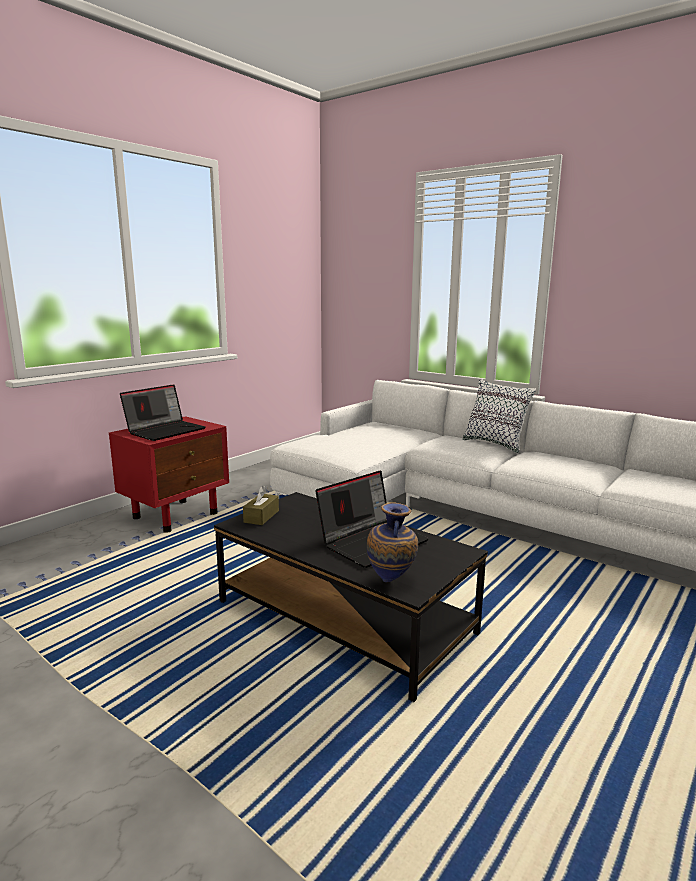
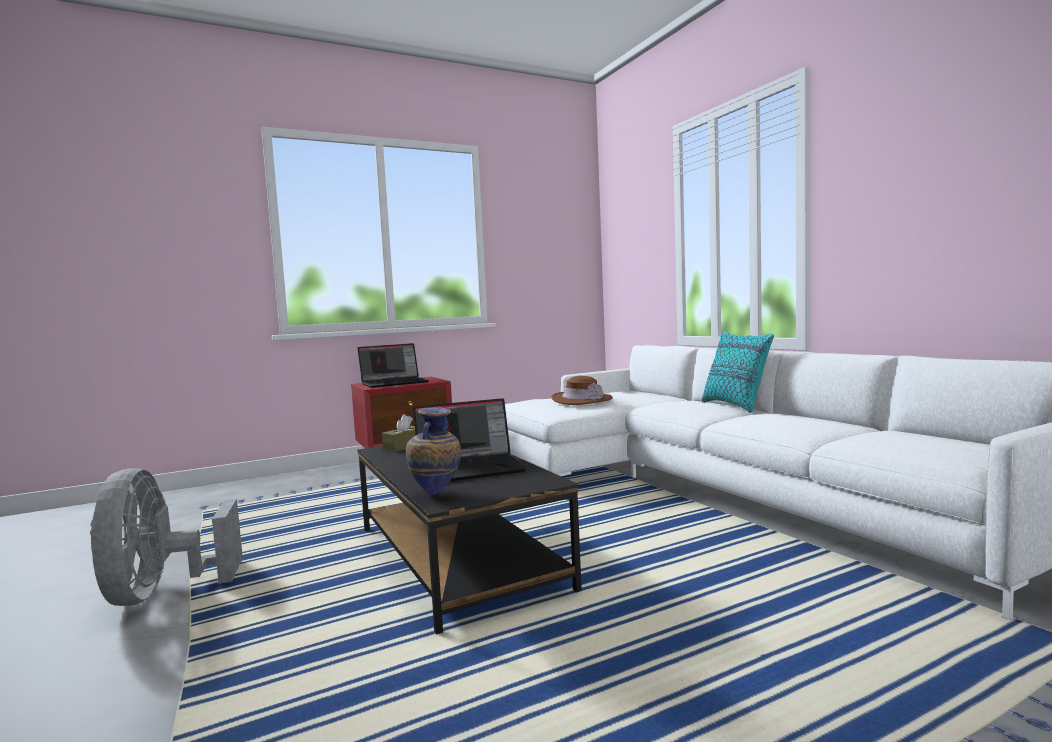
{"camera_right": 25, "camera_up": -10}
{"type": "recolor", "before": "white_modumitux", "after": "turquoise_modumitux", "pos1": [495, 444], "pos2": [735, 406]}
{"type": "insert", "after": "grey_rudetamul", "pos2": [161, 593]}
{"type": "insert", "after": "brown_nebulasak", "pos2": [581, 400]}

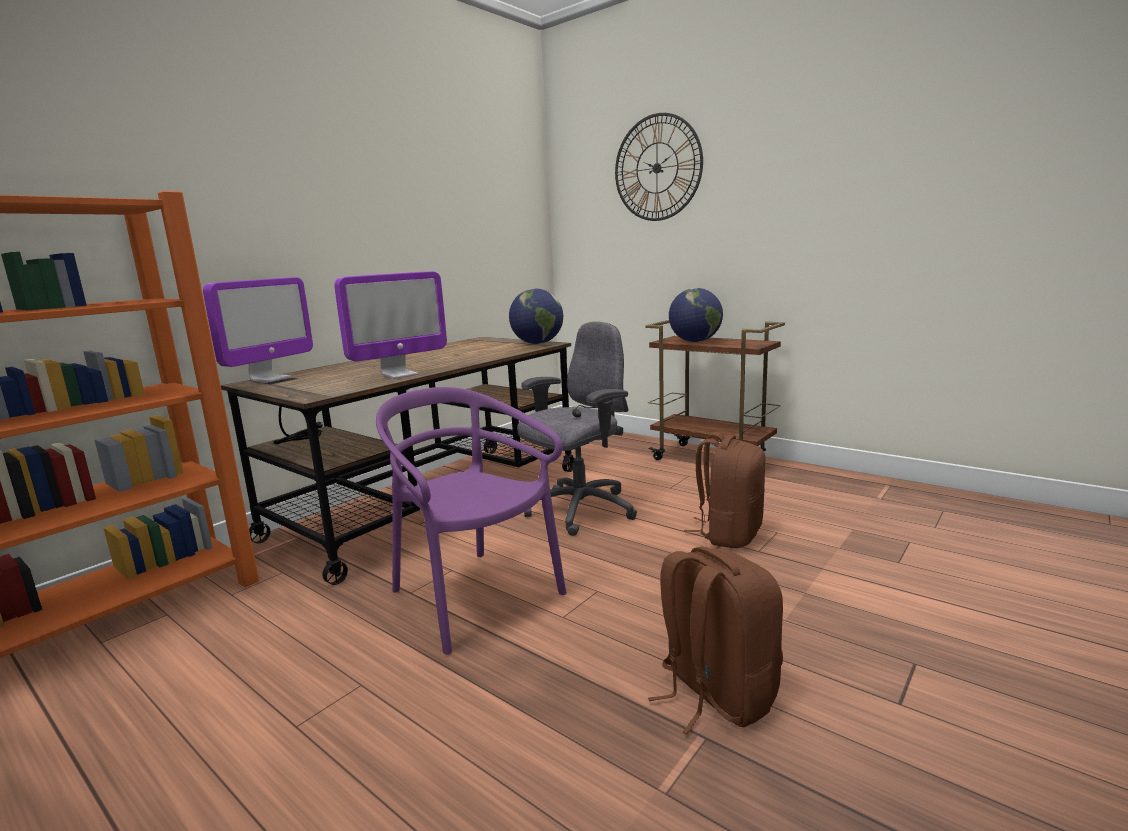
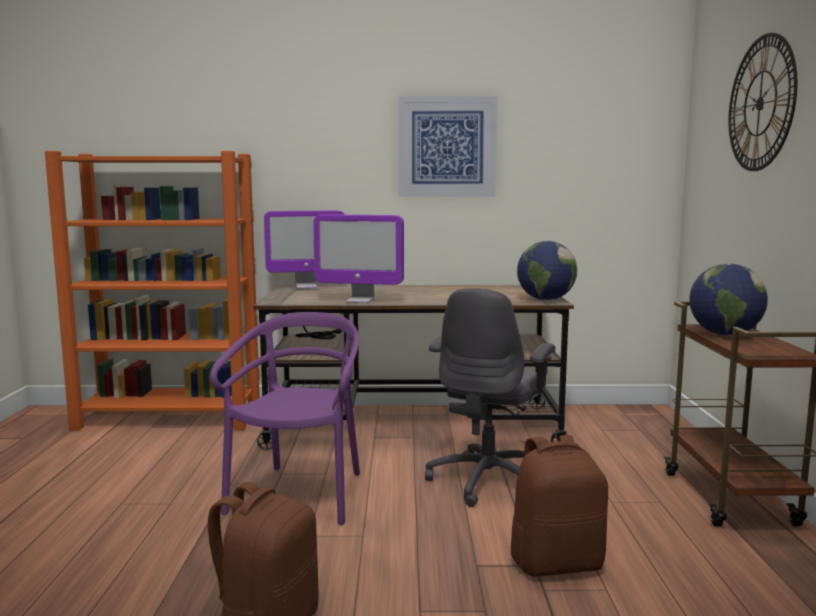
{"camera_right": 50, "camera_up": -5}
{"type": "rotate", "before": "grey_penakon", "pos1": [579, 511], "pos2": [488, 480], "turn": 105}
{"type": "insert", "after": "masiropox", "pos2": [447, 147]}

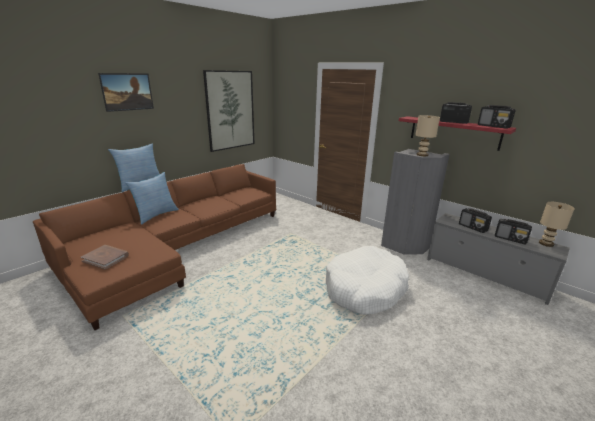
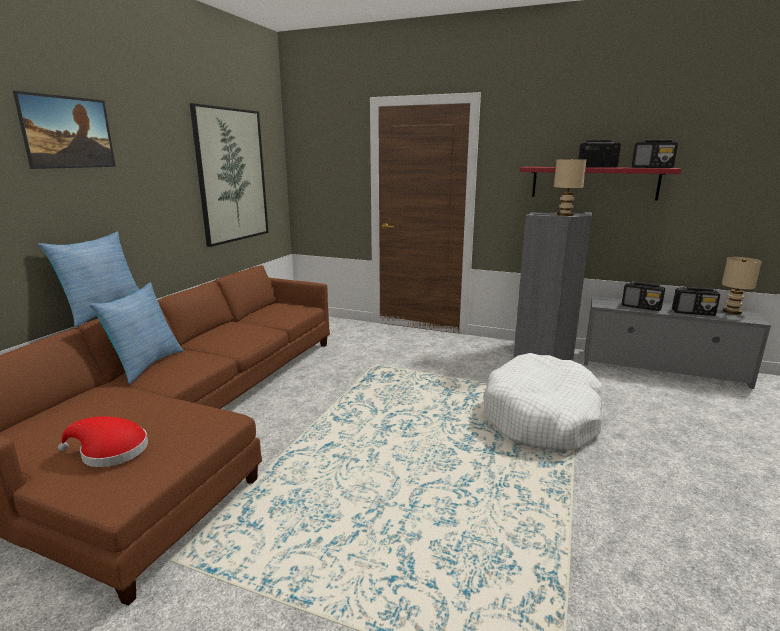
{"camera_right": -20, "camera_up": -5}
{"type": "replace", "before": "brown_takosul", "after": "red_nebulasak", "pos1": [106, 258], "pos2": [110, 451]}

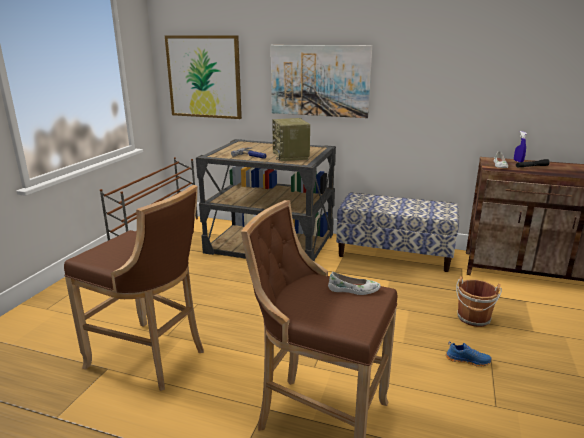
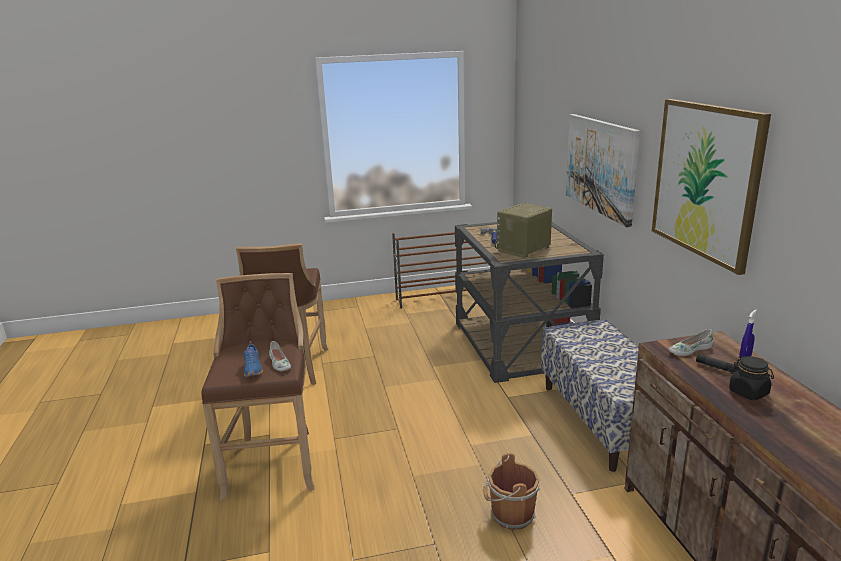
{"camera_right": 60, "camera_up": 0}
{"type": "move", "before": "masiropox", "pos1": [204, 77], "pos2": [705, 180]}
{"type": "move", "before": "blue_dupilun", "pos1": [467, 360], "pos2": [253, 369]}
{"type": "insert", "after": "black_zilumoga", "pos2": [749, 392]}

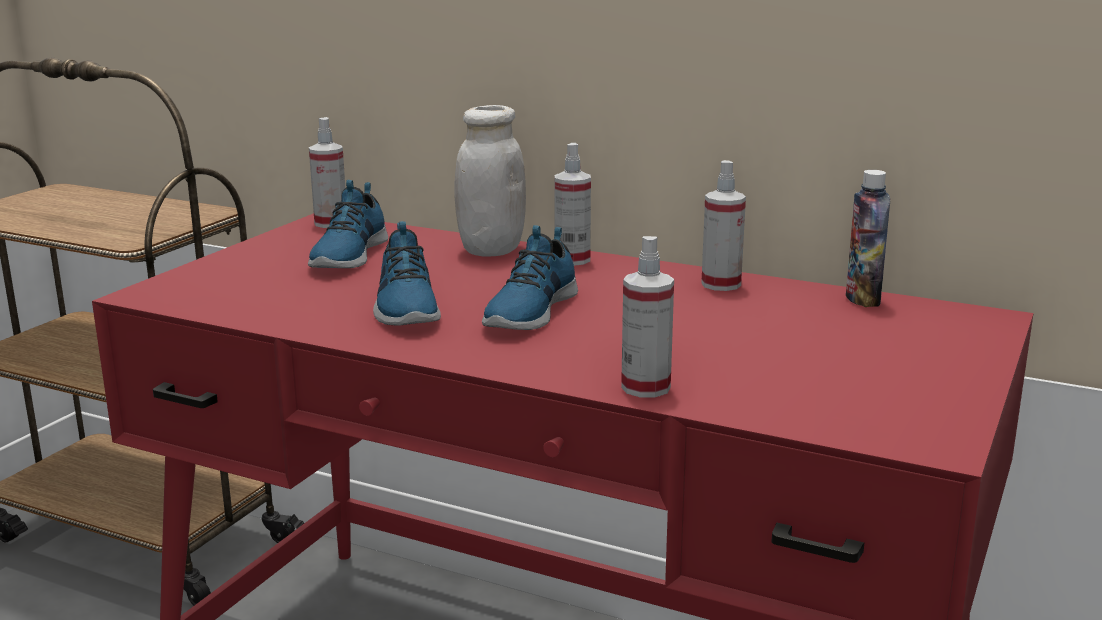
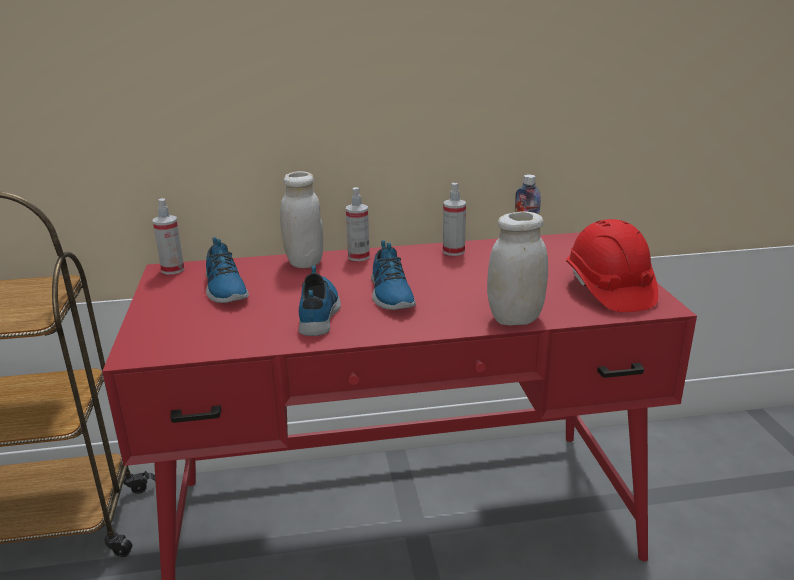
{"camera_right": -35, "camera_up": 5}
{"type": "rotate", "before": "dupilun", "pos1": [404, 307], "pos2": [319, 312], "turn": -135}
{"type": "replace", "before": "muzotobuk", "after": "white_zilumoga", "pos1": [646, 387], "pos2": [515, 318]}
{"type": "insert", "after": "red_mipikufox", "pos2": [608, 290]}

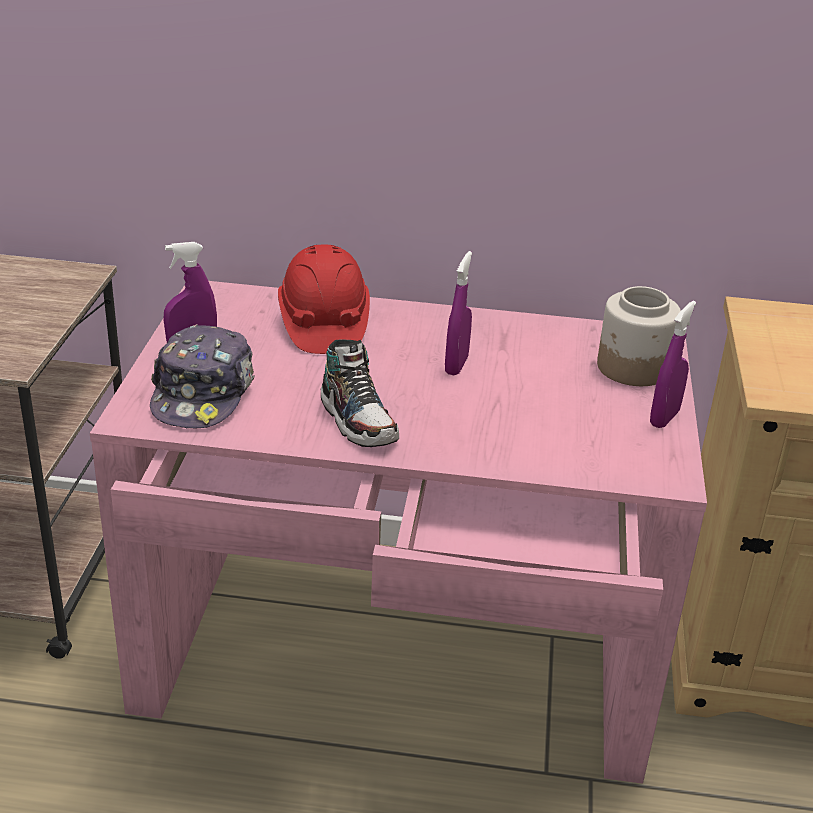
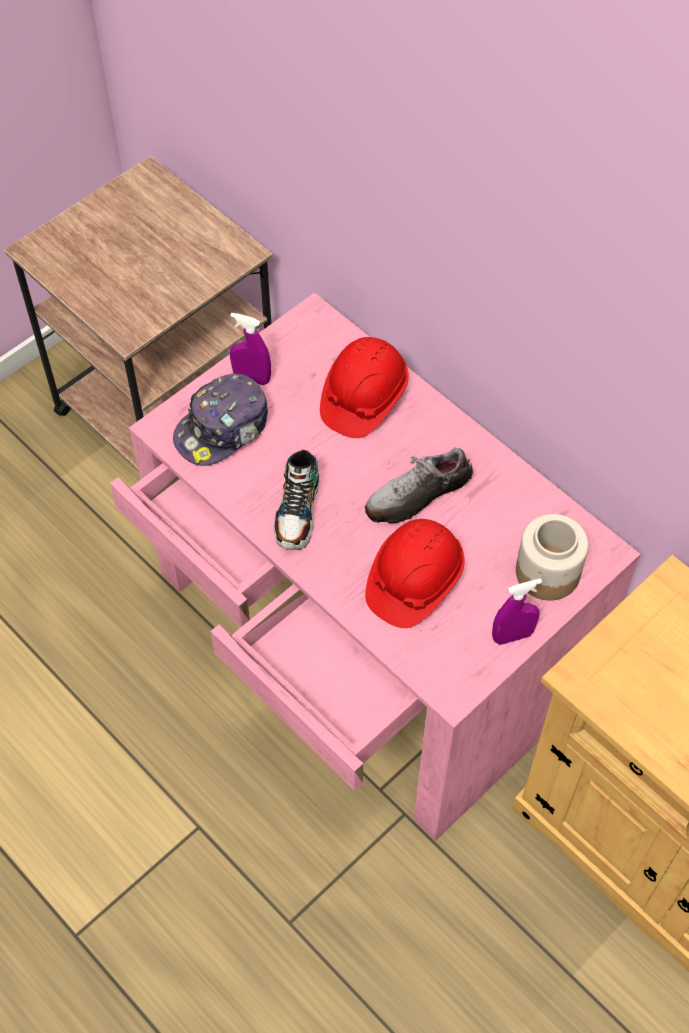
{"camera_right": 40, "camera_up": 25}
{"type": "replace", "before": "purple_muzotobuk", "after": "dupilun", "pos1": [456, 365], "pos2": [417, 495]}
{"type": "insert", "after": "red_mipikufox", "pos2": [413, 581]}

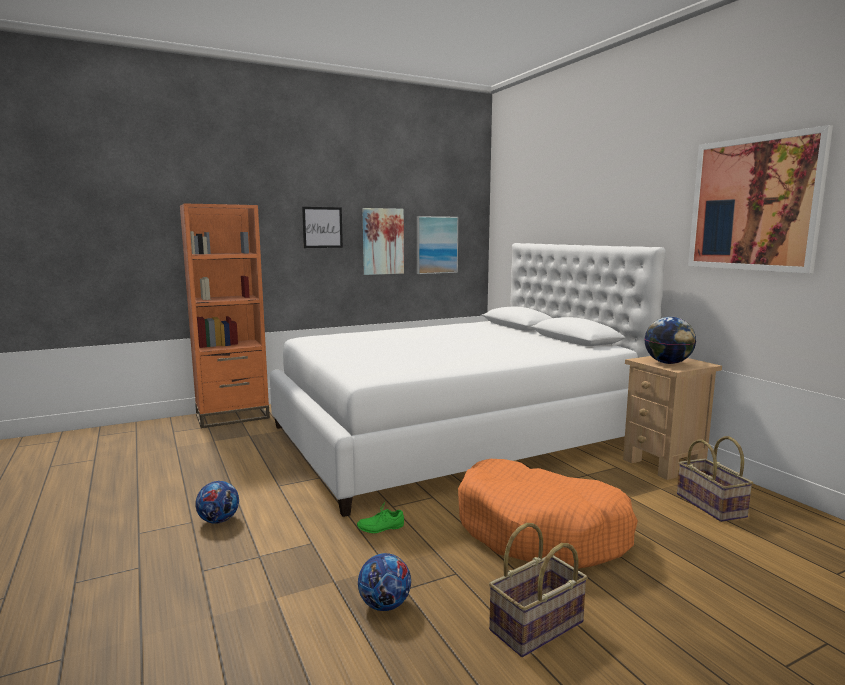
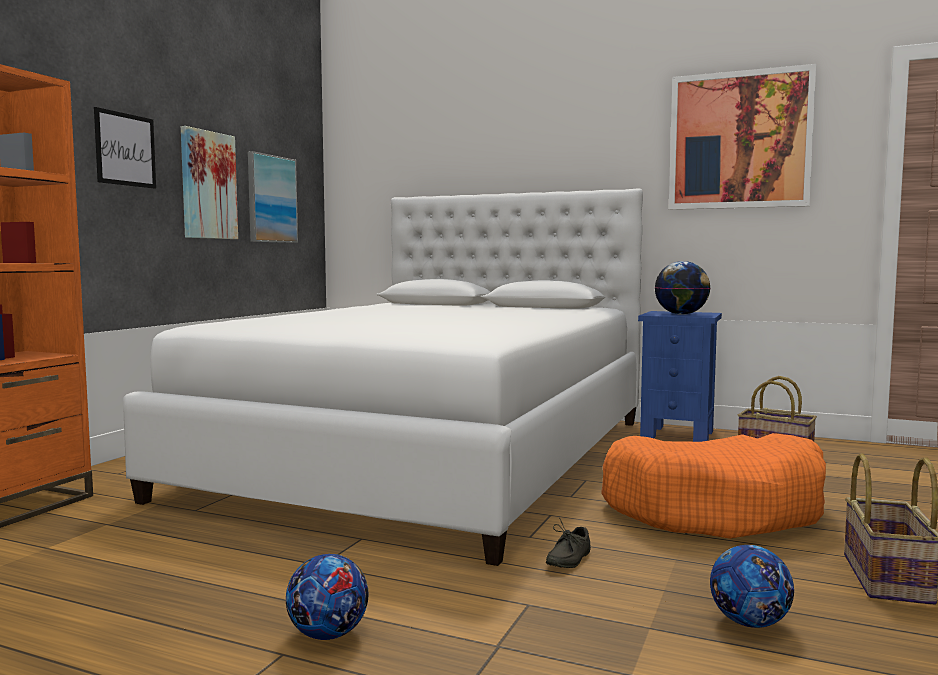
{"camera_right": -40, "camera_up": -5}
{"type": "recolor", "before": "green_dupilun", "after": "grey_dupilun", "pos1": [380, 527], "pos2": [566, 559]}
{"type": "recolor", "before": "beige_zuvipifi", "after": "blue_zuvipifi", "pos1": [663, 464], "pos2": [678, 435]}

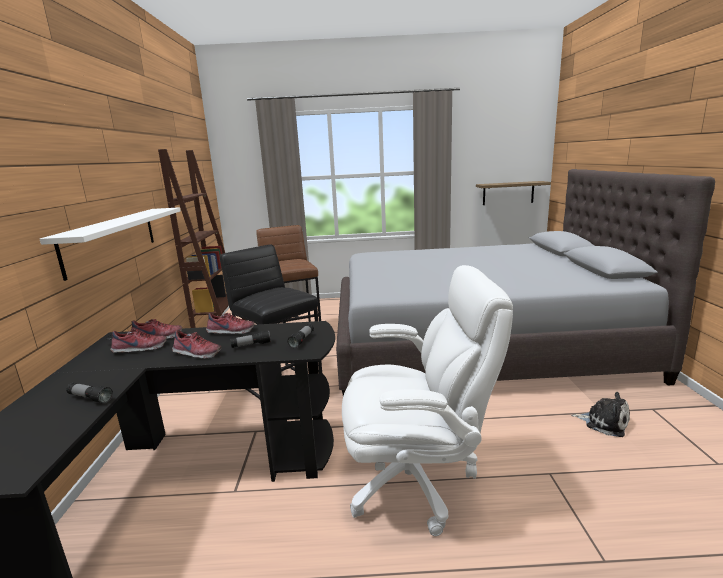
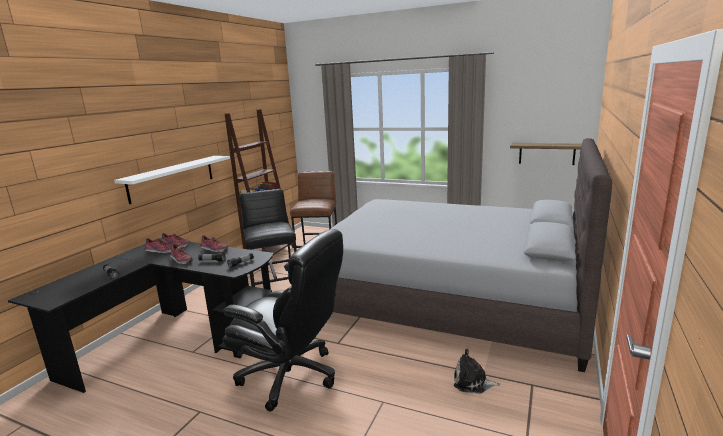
{"camera_right": 25, "camera_up": 0}
{"type": "recolor", "before": "white_penakon", "after": "black_penakon", "pos1": [417, 481], "pos2": [292, 378]}
{"type": "rotate", "before": "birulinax", "pos1": [604, 422], "pos2": [472, 382], "turn": 135}

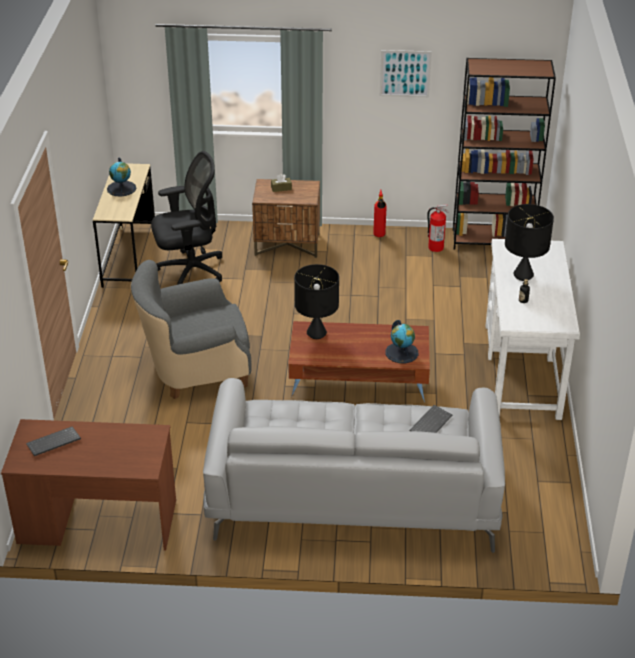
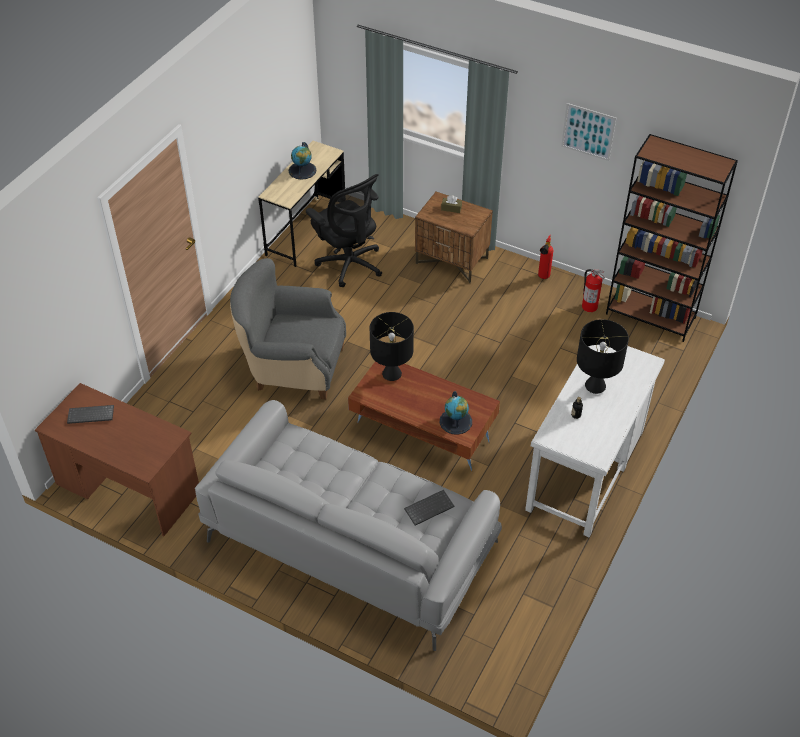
{"camera_right": 25, "camera_up": 10}
{"type": "rotate", "before": "black_penakon", "pos1": [188, 272], "pos2": [347, 262], "turn": 45}

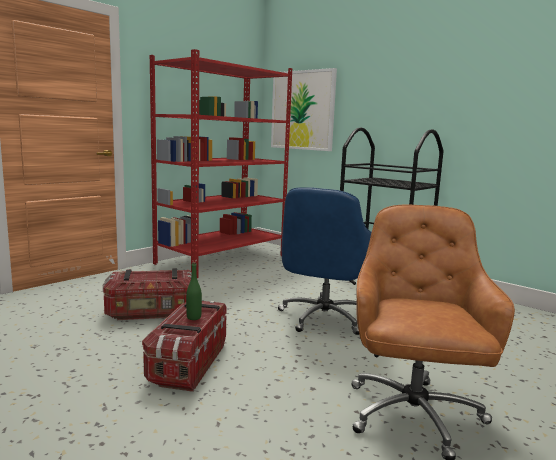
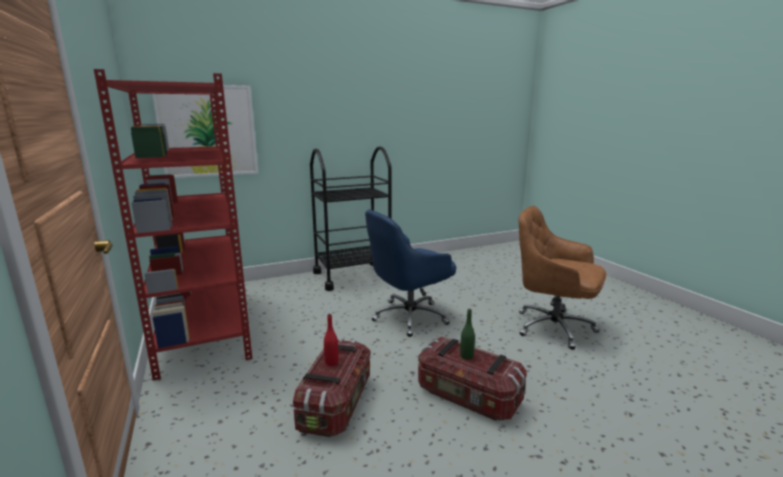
{"camera_right": -65, "camera_up": 5}
{"type": "rotate", "before": "blue_penakon", "pos1": [323, 318], "pos2": [409, 317], "turn": 105}
{"type": "insert", "after": "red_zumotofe", "pos2": [331, 362]}

